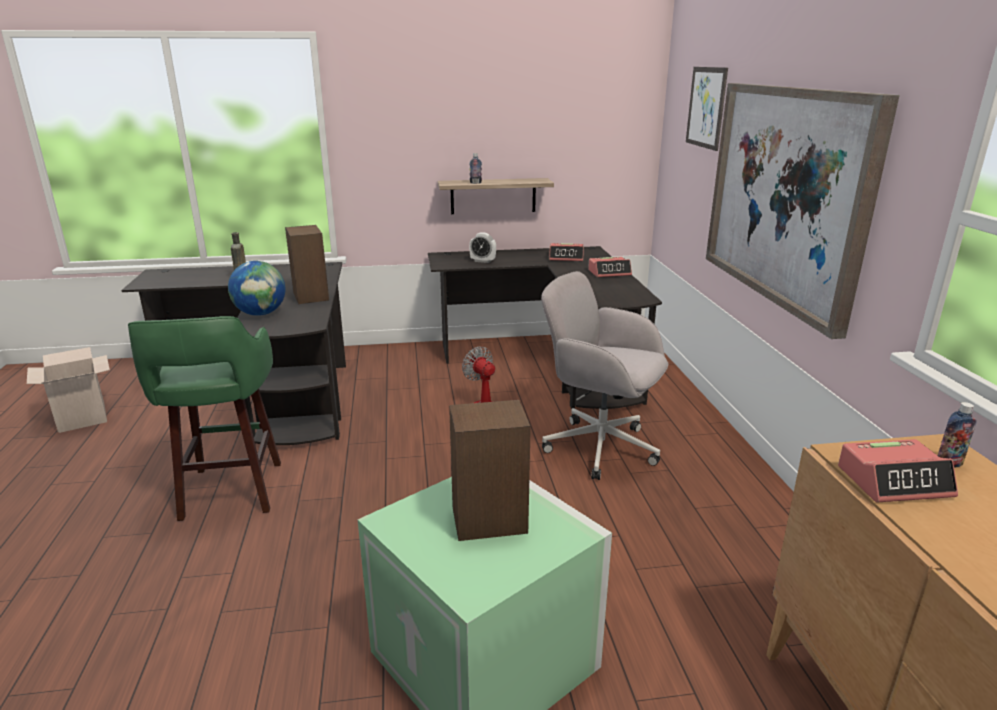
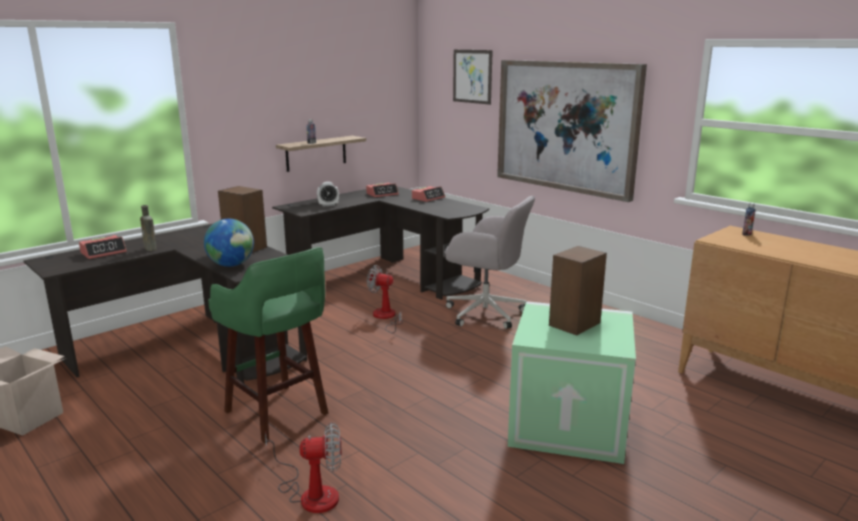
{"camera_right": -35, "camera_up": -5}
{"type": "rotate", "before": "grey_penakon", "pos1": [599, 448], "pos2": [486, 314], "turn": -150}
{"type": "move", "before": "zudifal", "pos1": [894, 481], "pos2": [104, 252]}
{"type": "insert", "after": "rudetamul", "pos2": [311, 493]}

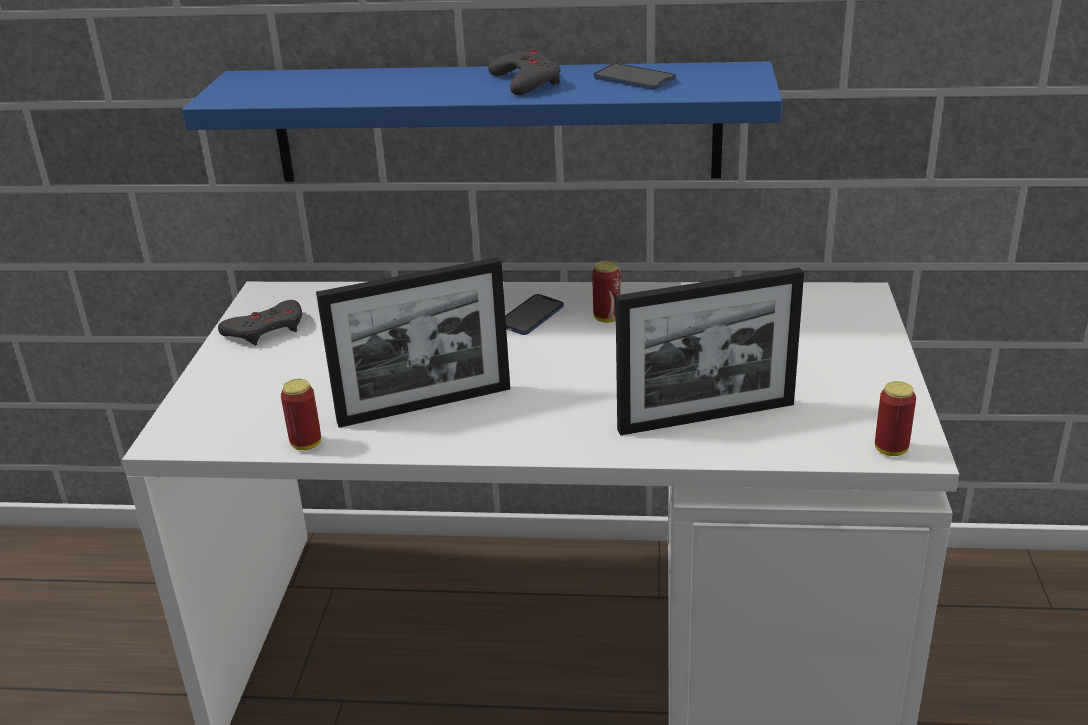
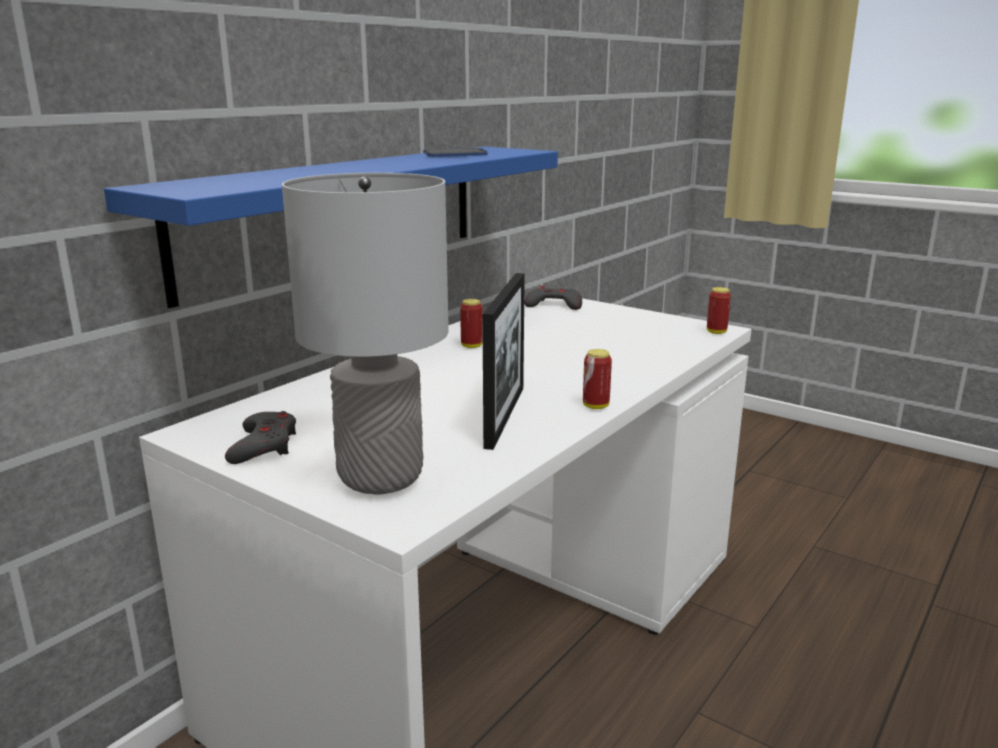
{"camera_right": -60, "camera_up": -10}
{"type": "move", "before": "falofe", "pos1": [306, 444], "pos2": [595, 406]}
{"type": "move", "before": "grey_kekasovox", "pos1": [526, 82], "pos2": [554, 305]}
{"type": "delete", "before": "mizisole", "pos1": [531, 316]}
{"type": "delete", "before": "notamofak", "pos1": [706, 417]}
{"type": "insert", "after": "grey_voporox", "pos2": [379, 482]}

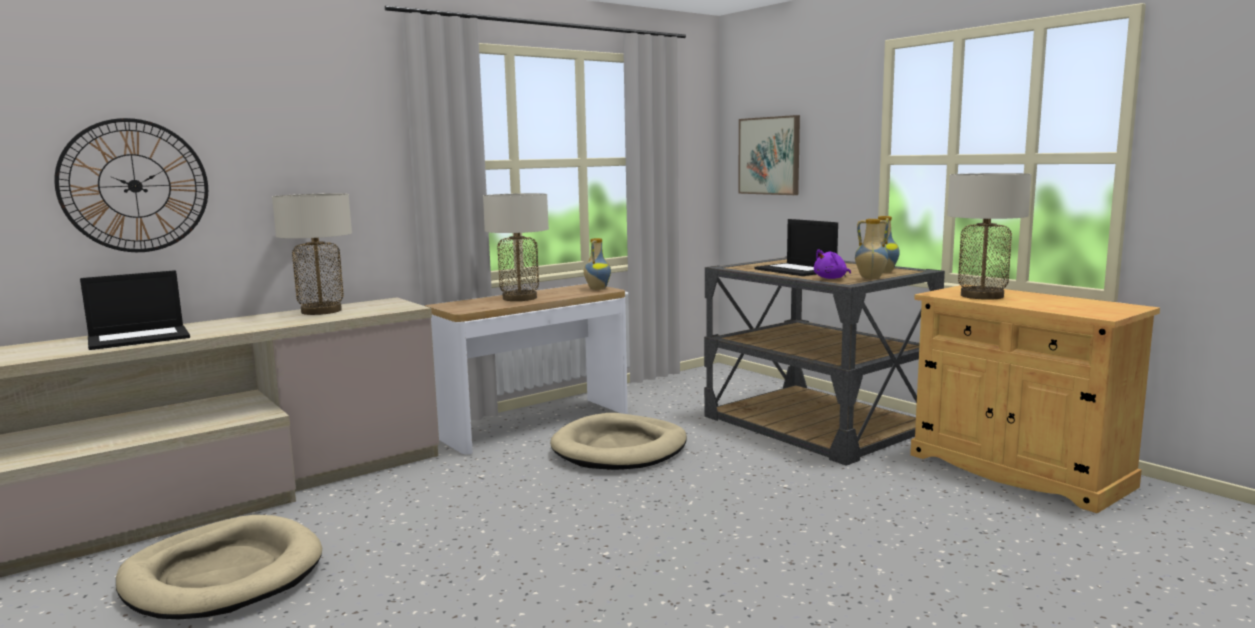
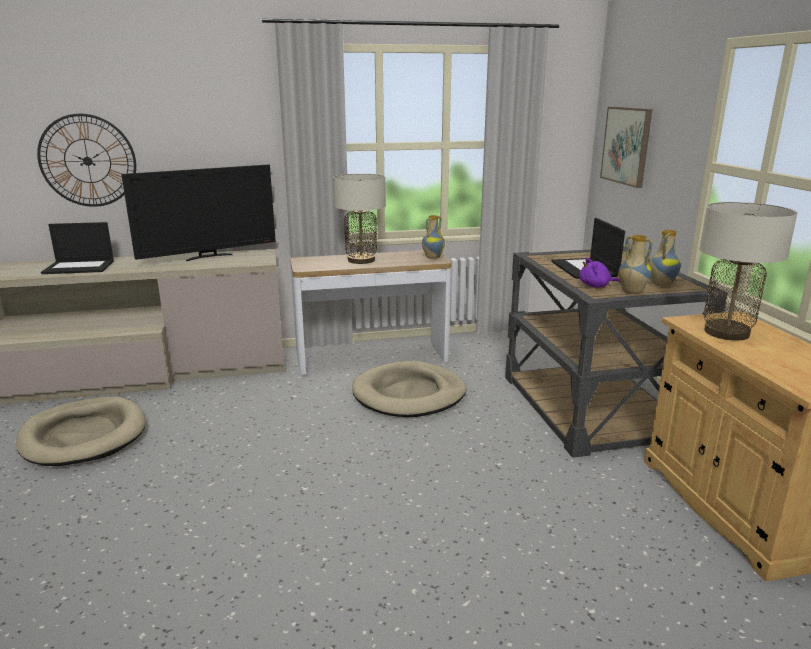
{"camera_right": 25, "camera_up": 10}
{"type": "replace", "before": "voporox", "after": "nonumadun", "pos1": [321, 311], "pos2": [208, 257]}

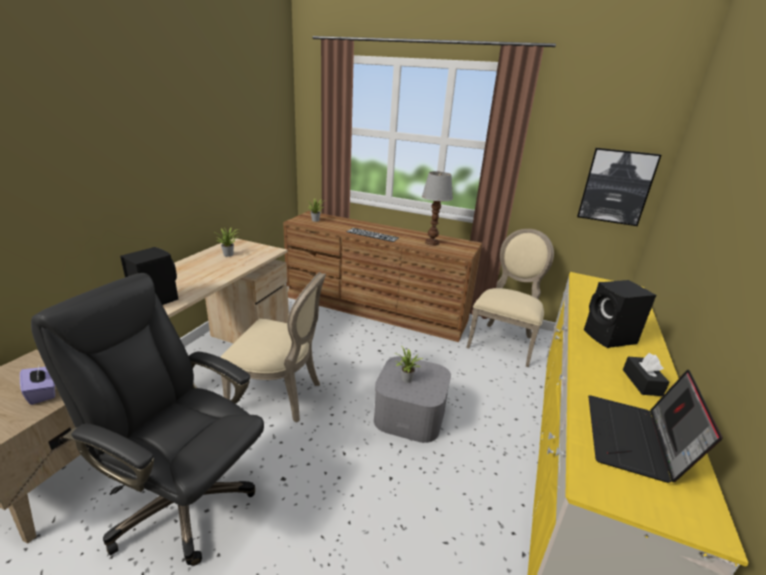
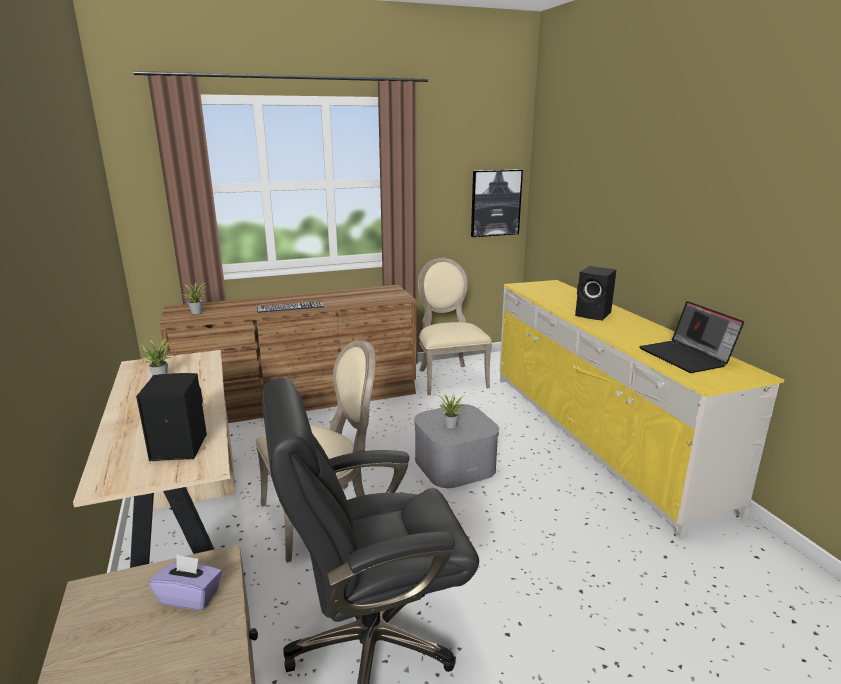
{"camera_right": -40, "camera_up": -5}
{"type": "delete", "before": "voporox", "pos1": [431, 243]}
{"type": "delete", "before": "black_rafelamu", "pos1": [642, 382]}

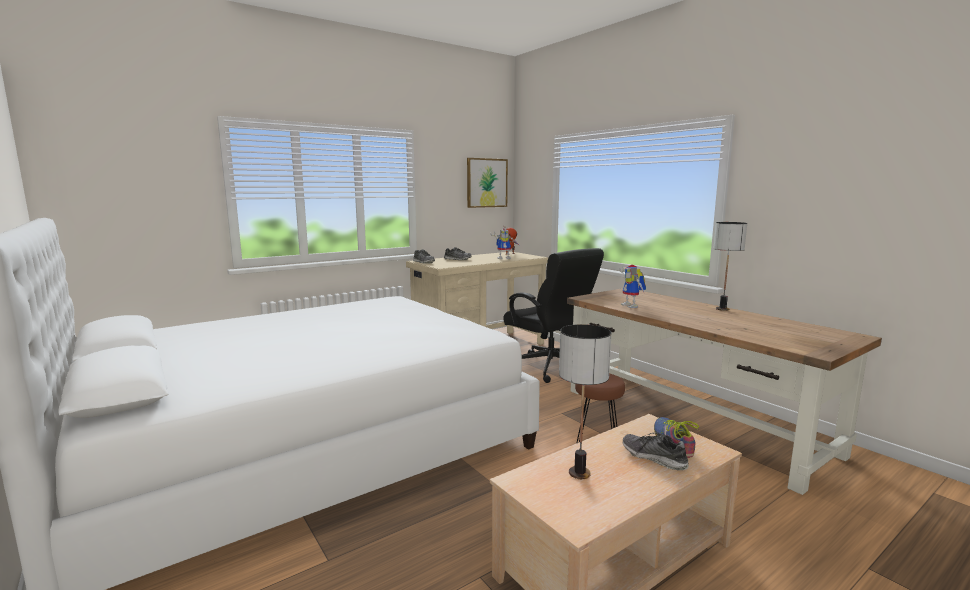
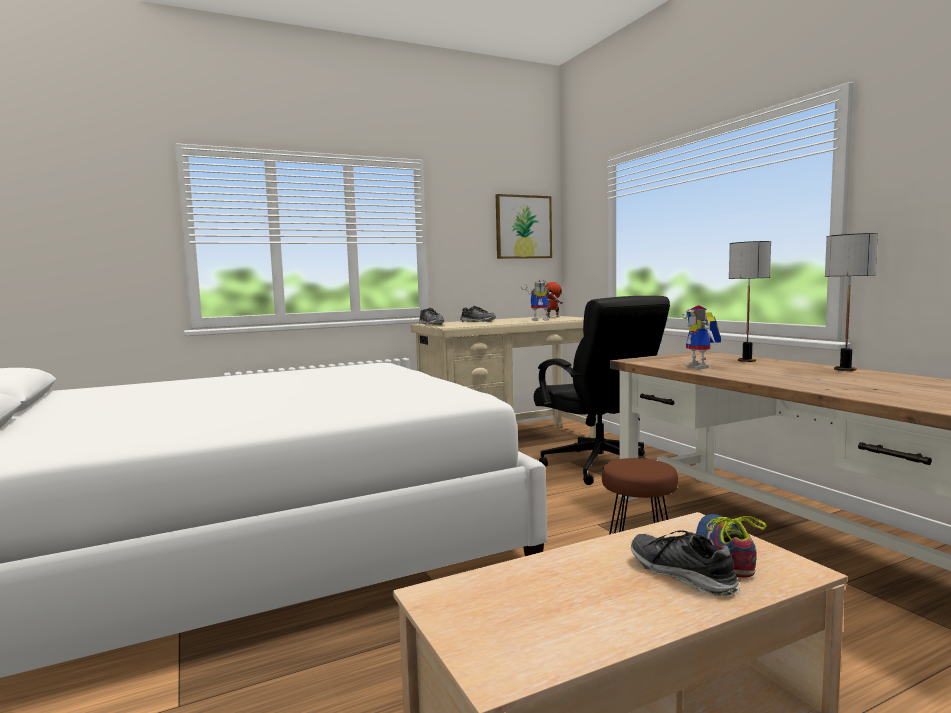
{"camera_right": 10, "camera_up": -5}
{"type": "move", "before": "voporox", "pos1": [579, 473], "pos2": [746, 360]}

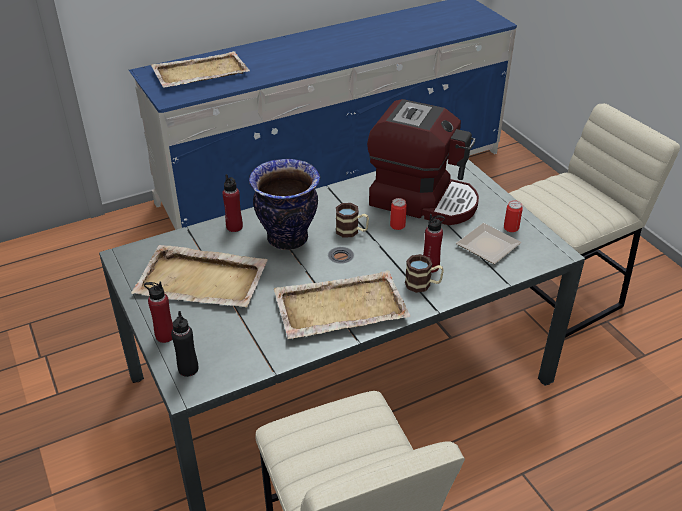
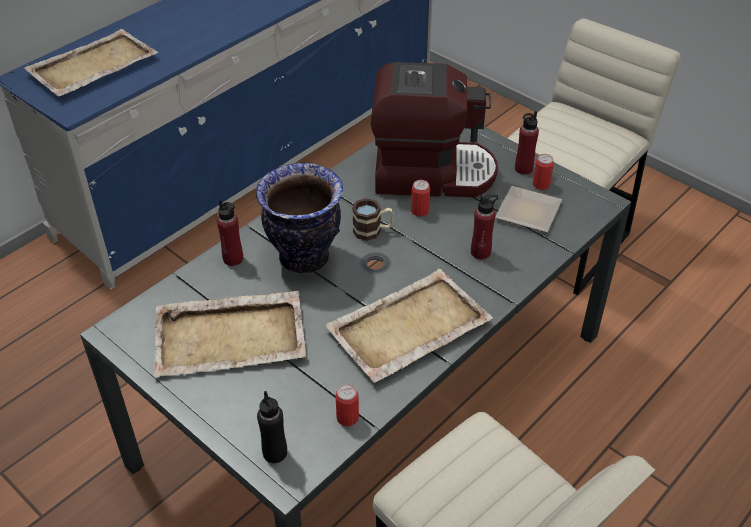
{"camera_right": -20, "camera_up": 5}
{"type": "move", "before": "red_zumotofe", "pos1": [165, 335], "pos2": [523, 168]}
{"type": "delete", "before": "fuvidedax", "pos1": [423, 284]}
{"type": "insert", "after": "falofe", "pos2": [347, 417]}

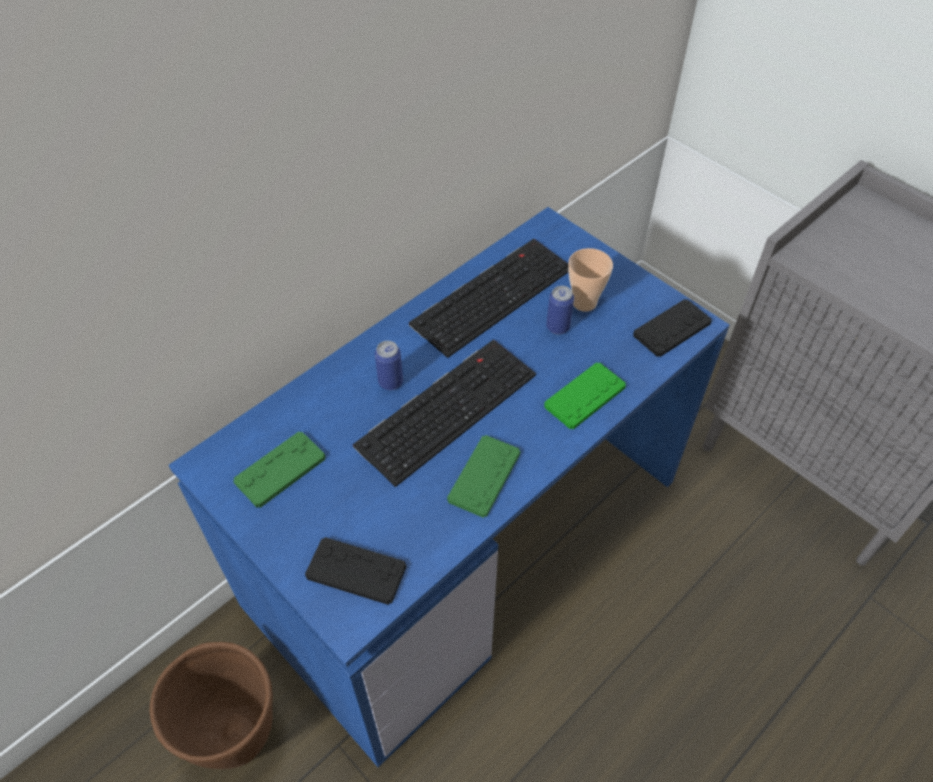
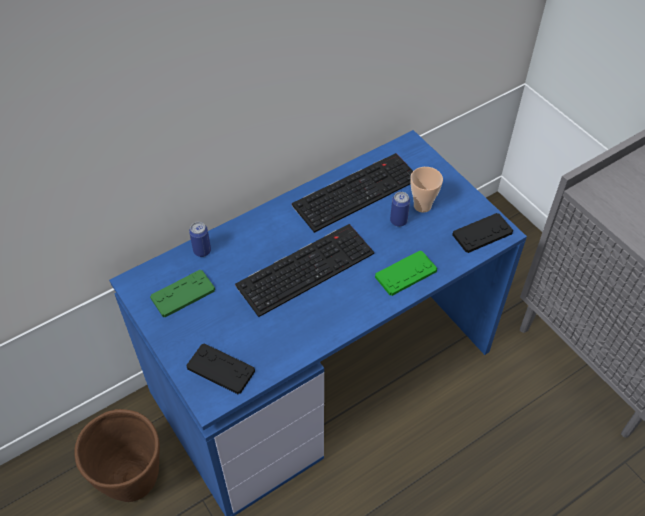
{"camera_right": 10, "camera_up": 0}
{"type": "move", "before": "falofe", "pos1": [390, 382], "pos2": [202, 251]}
{"type": "delete", "before": "green_kekasovox", "pos1": [484, 476]}

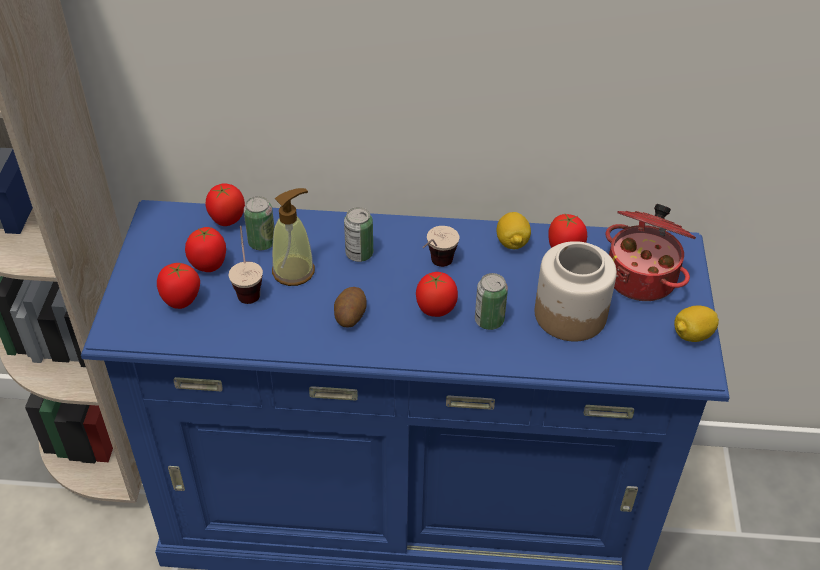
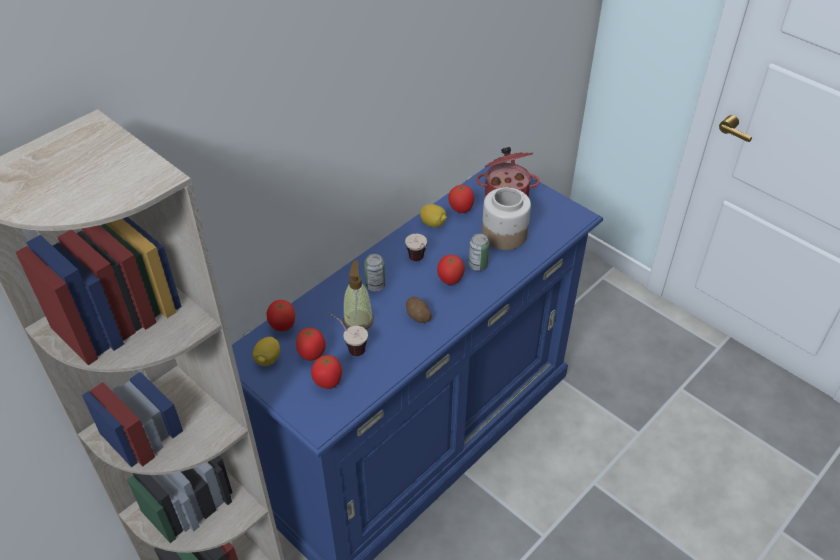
{"camera_right": -50, "camera_up": 0}
{"type": "delete", "before": "falofe", "pos1": [262, 243]}
{"type": "move", "before": "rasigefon", "pos1": [692, 335], "pos2": [268, 359]}

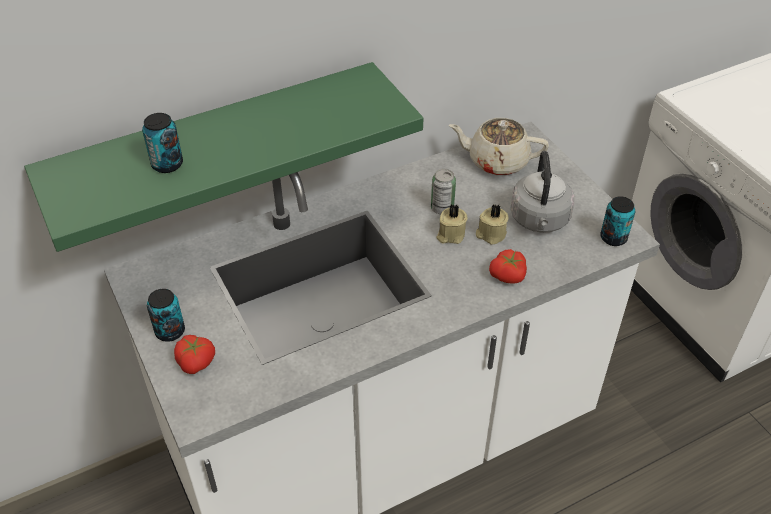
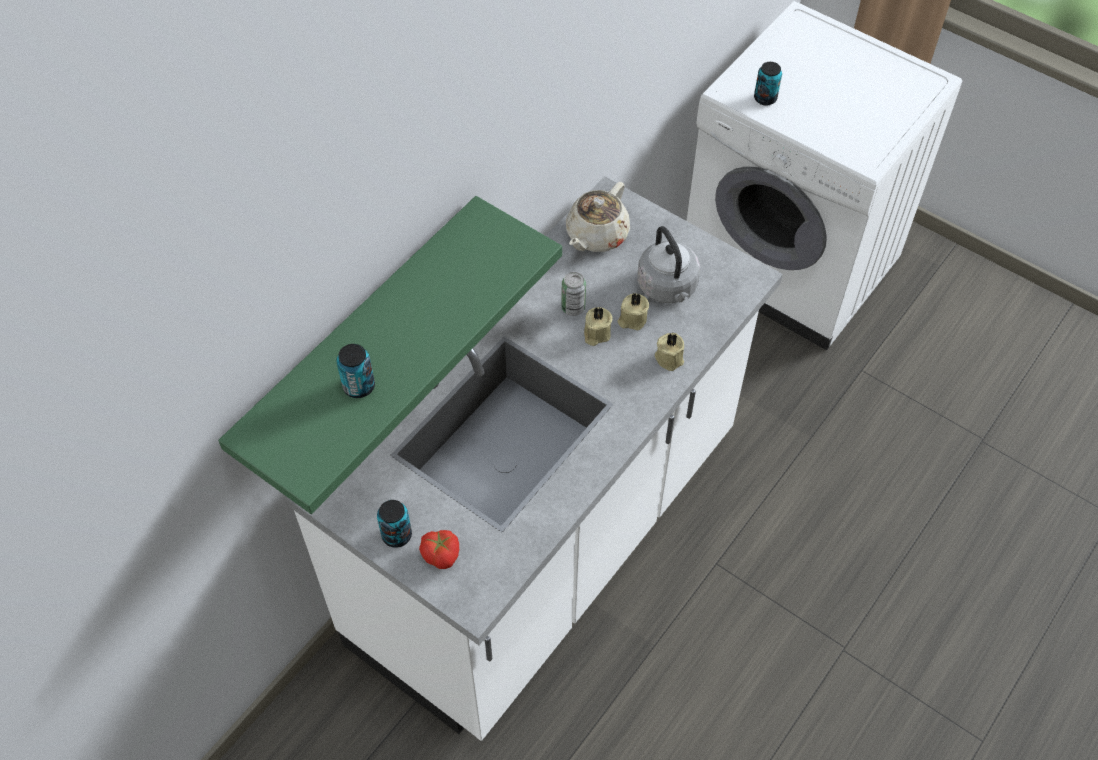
{"camera_right": -25, "camera_up": 10}
{"type": "rotate", "before": "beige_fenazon", "pos1": [496, 161], "pos2": [596, 235], "turn": -45}
{"type": "replace", "before": "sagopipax", "after": "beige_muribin", "pos1": [508, 276], "pos2": [670, 357]}
{"type": "move", "before": "falofe", "pos1": [613, 238], "pos2": [765, 98]}

